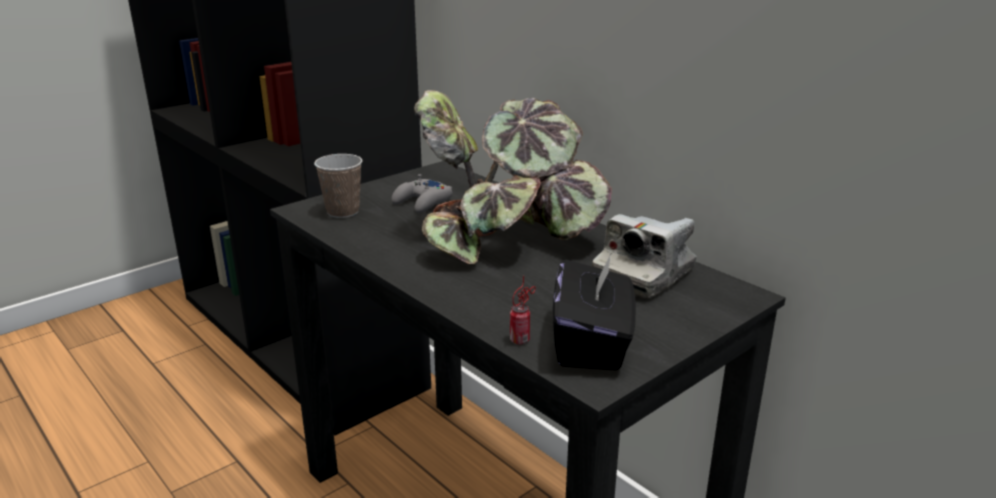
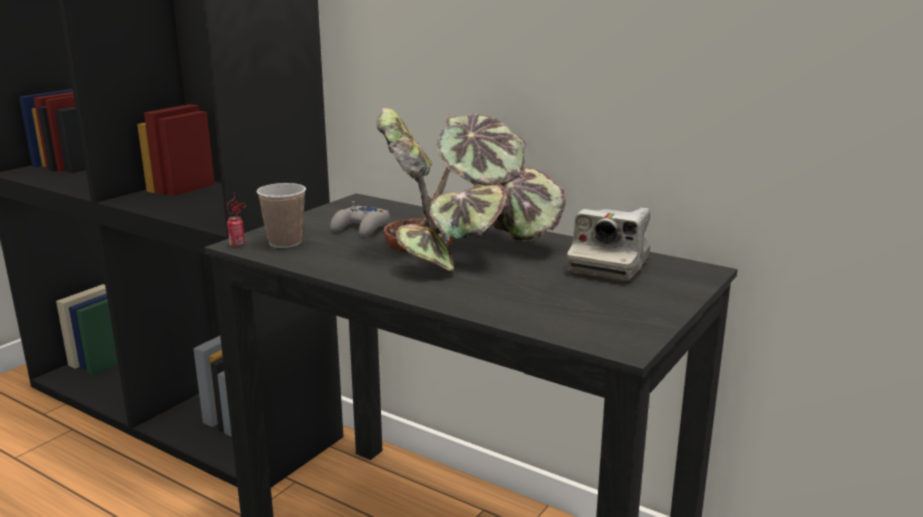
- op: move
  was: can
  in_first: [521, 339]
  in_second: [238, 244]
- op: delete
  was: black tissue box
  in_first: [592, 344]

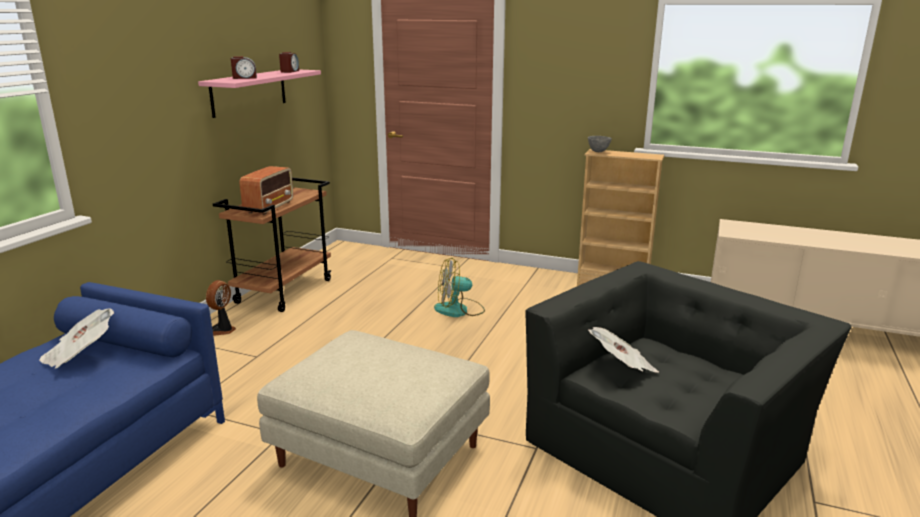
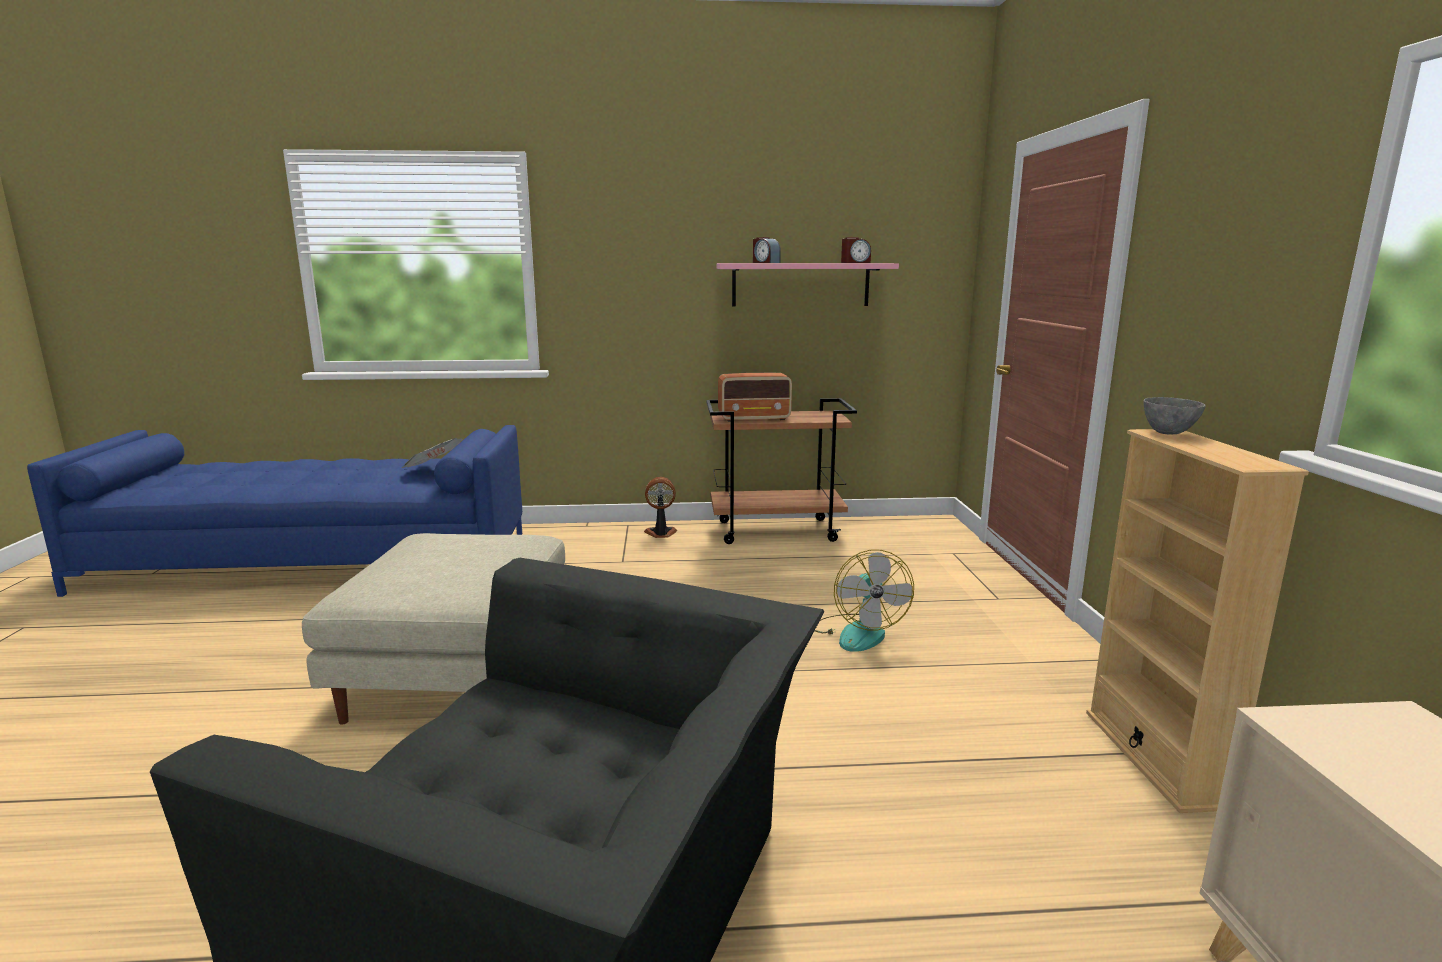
- op: rotate
  was: fan
  in_first: [459, 310]
  in_second: [857, 632]
  clockwise: -150
- op: delete
  was: newspaper
  in_first: [621, 366]

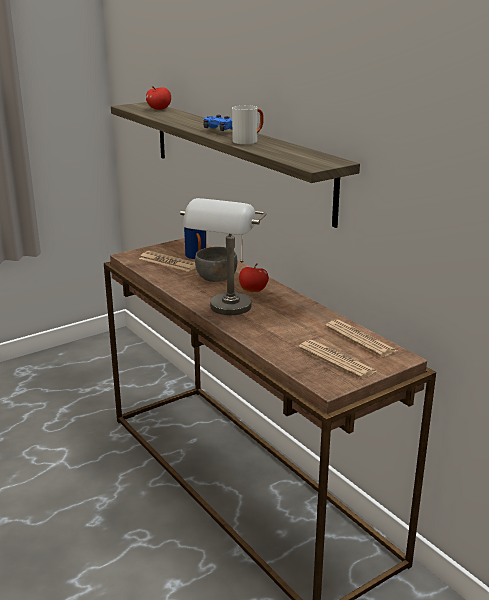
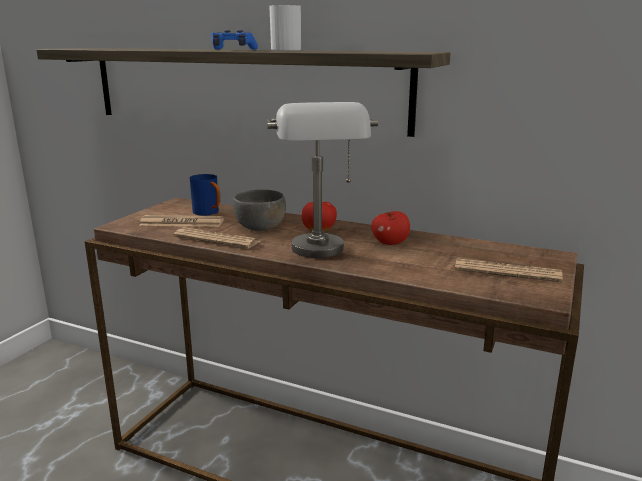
- op: move
  was: apple
  in_first: [159, 109]
  in_second: [390, 243]
- op: move
  was: newspaper
  in_first: [360, 339]
  in_second: [216, 239]

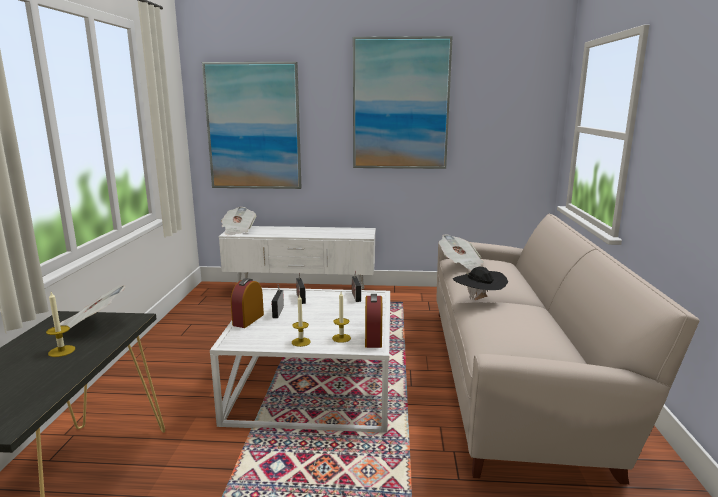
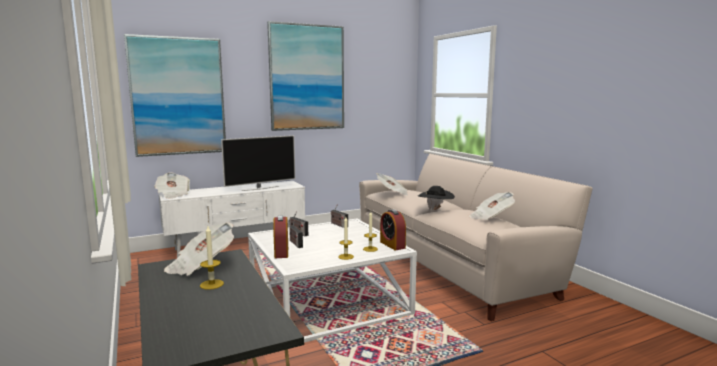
- op: insert
  now: television
  in_second: [260, 188]
- op: insert
  now: newspaper
  in_second: [490, 217]

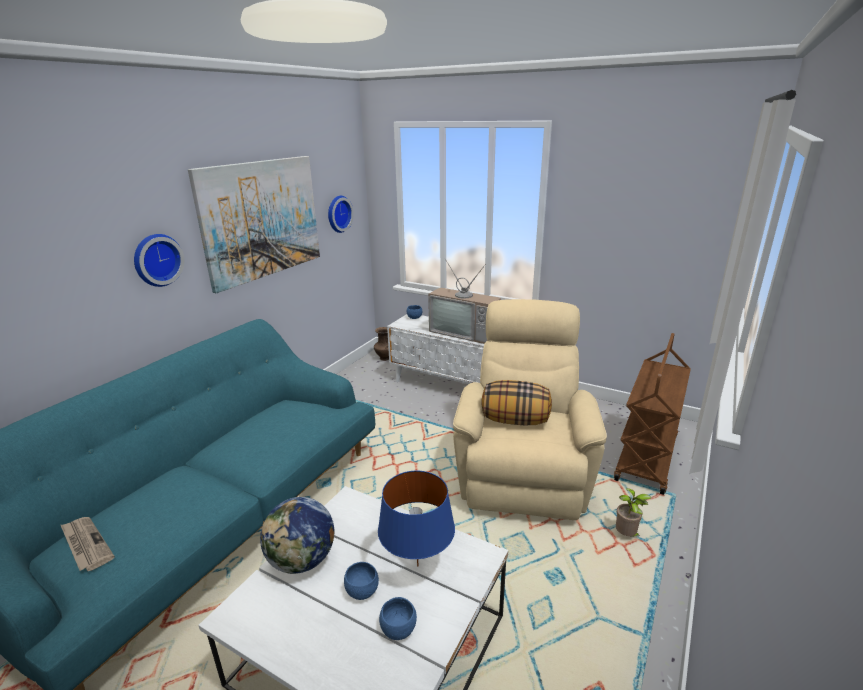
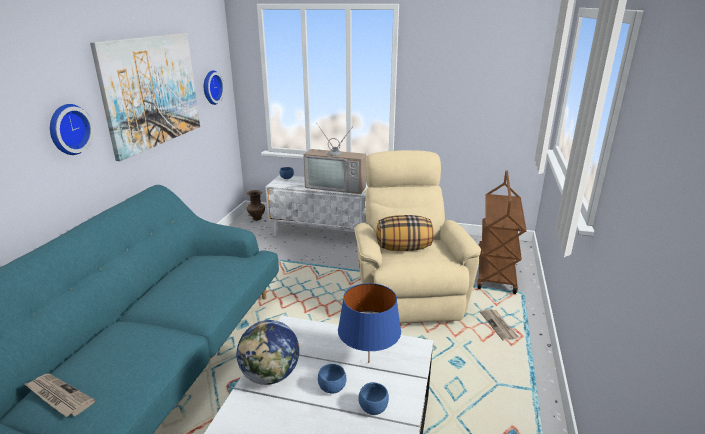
- op: replace
  was: potted plant
  now: newspaper
  in_first: [626, 536]
  in_second: [499, 326]

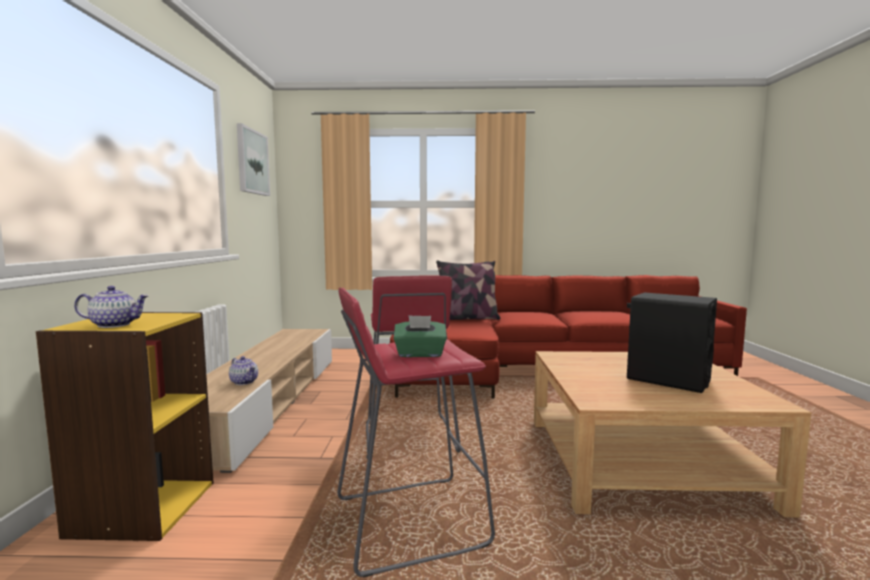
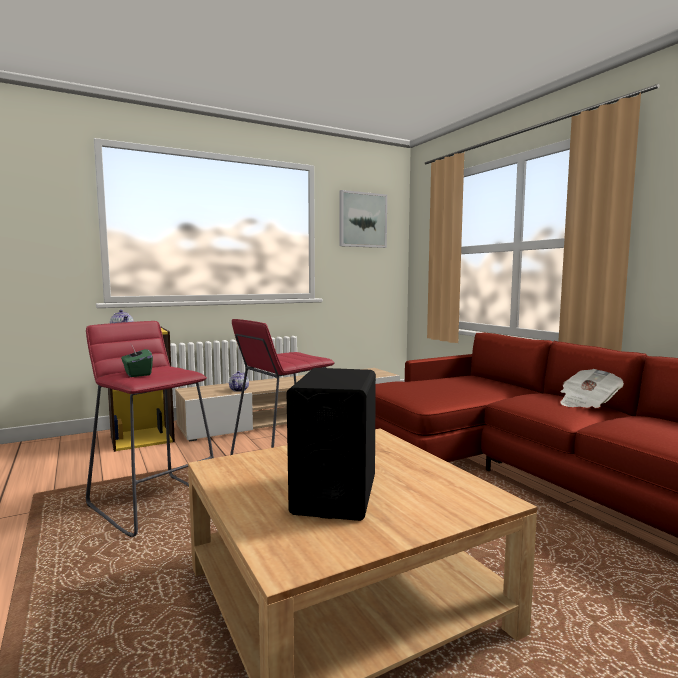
- op: delete
  was: pillow
  in_first: [467, 319]
- op: insert
  now: newspaper
  in_second: [587, 403]

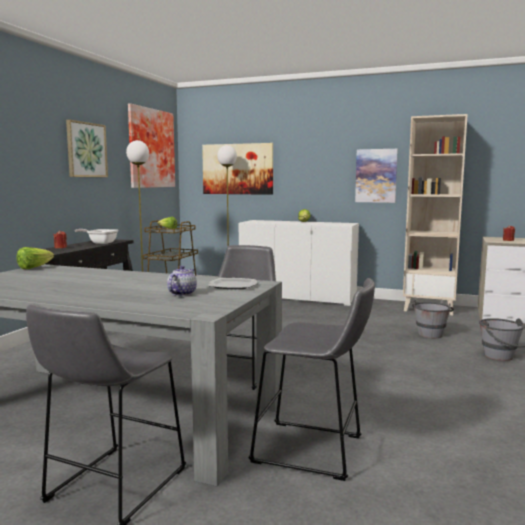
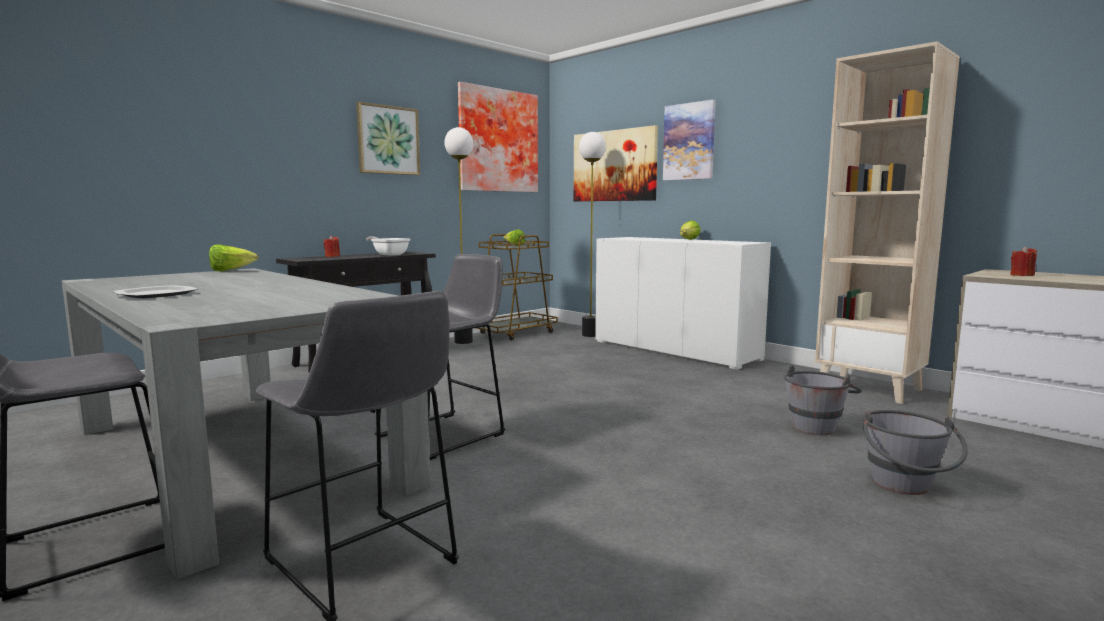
- op: delete
  was: teapot
  in_first: [182, 293]
- op: move
  was: plate
  in_first: [232, 285]
  in_second: [156, 294]
- op: move
  was: picture
  in_first: [376, 175]
  in_second: [689, 141]

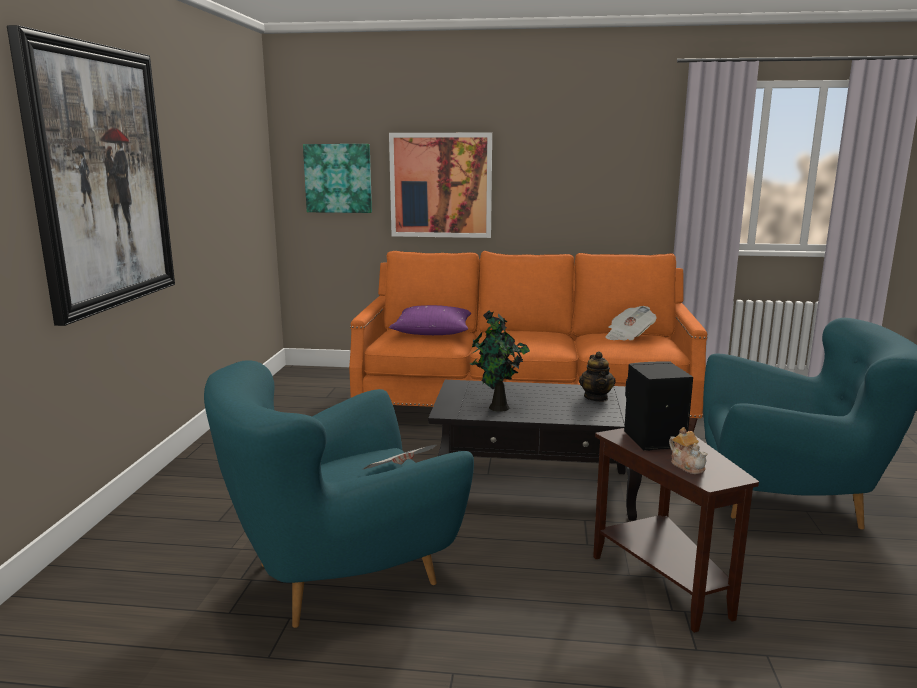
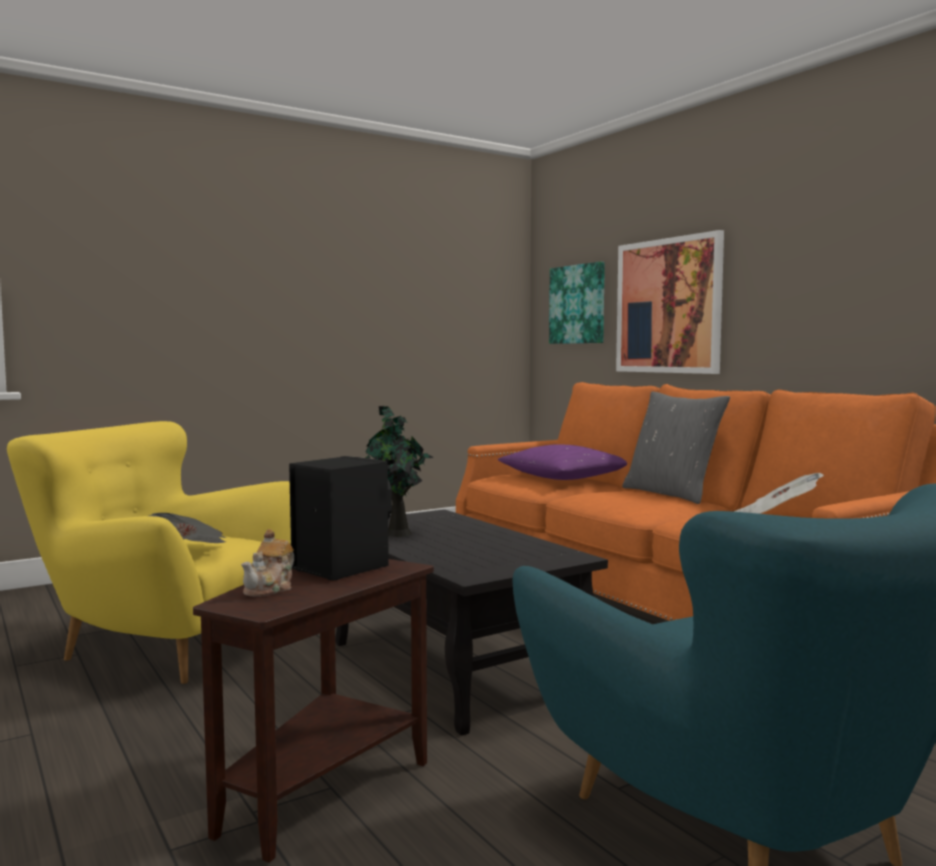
- op: delete
  was: picture
  in_first: [101, 178]
- op: recolor
  was: turquoise armchair
  now: yellow armchair
  in_first: [341, 574]
  in_second: [163, 648]
- op: delete
  was: teapot
  in_first: [596, 398]
- op: insert
  now: grey pillow
  in_second: [672, 494]

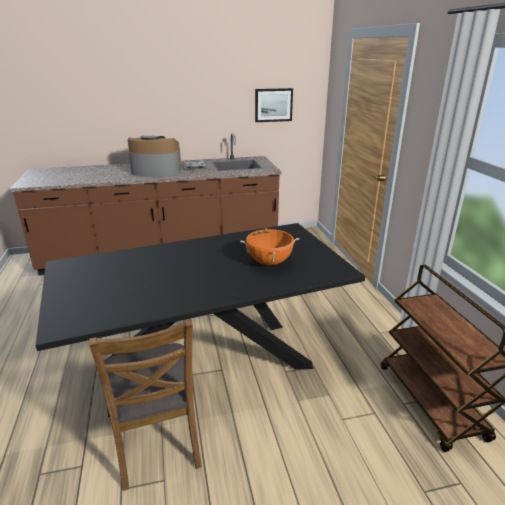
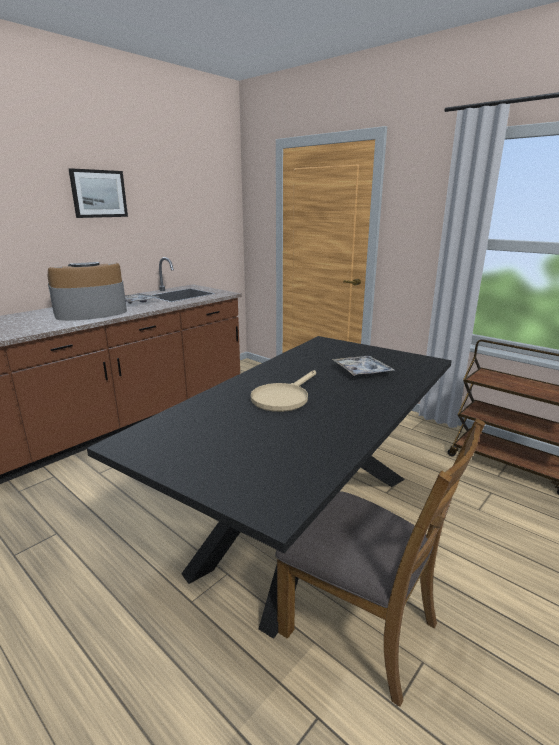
- op: replace
  was: orange cooking pot
  now: tray
  in_first: [269, 262]
  in_second: [362, 371]
- op: move
  was: picture
  in_first: [273, 105]
  in_second: [98, 194]
- op: insert
  now: beige frying pan
  in_second: [283, 397]

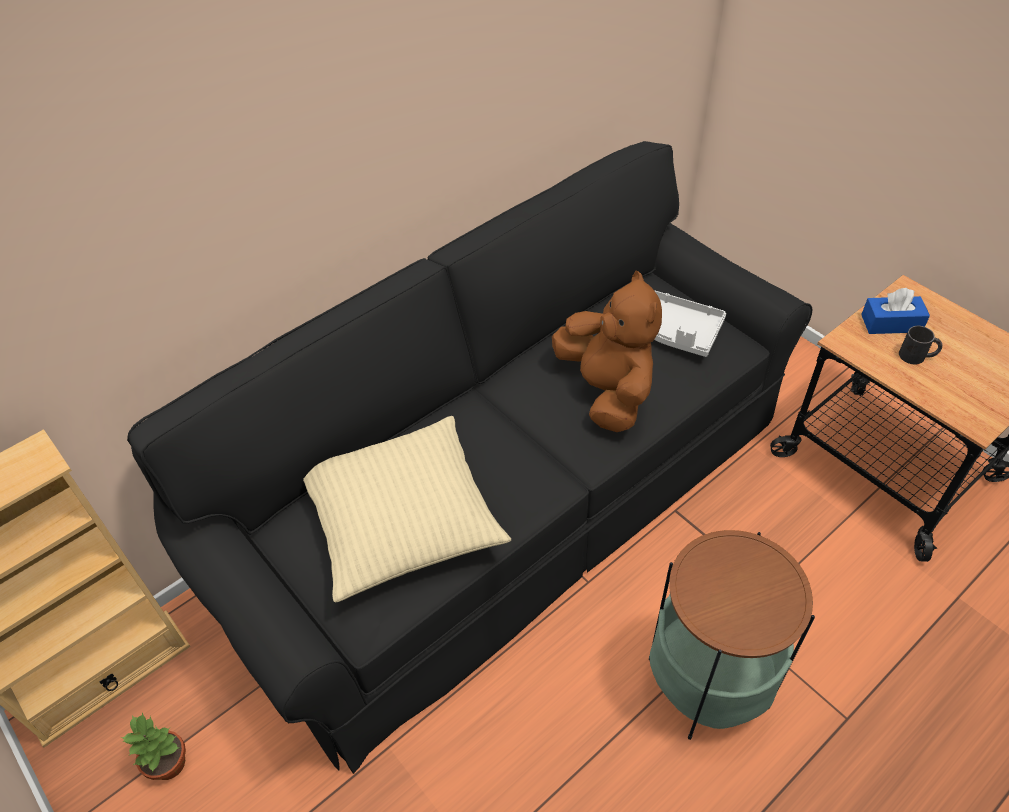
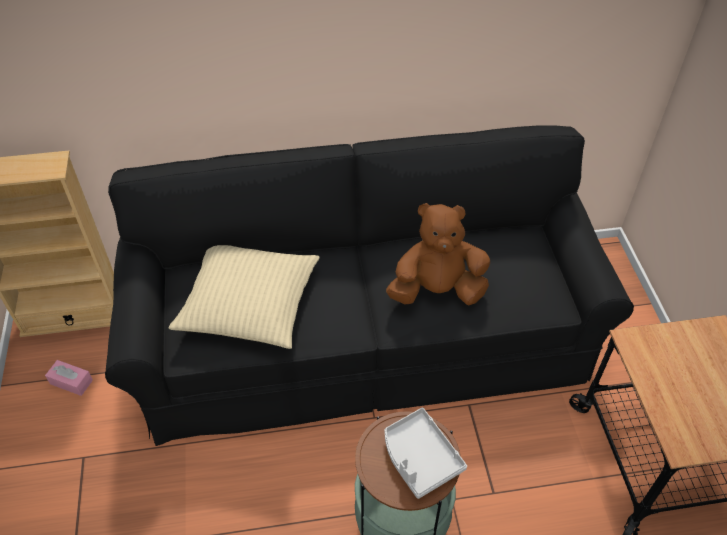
- op: replace
  was: potted plant
  now: pink tissue box
  in_first: [170, 763]
  in_second: [71, 382]
- op: rotate
  was: brown plush toy
  in_first: [607, 391]
  in_second: [437, 291]
  clockwise: -105
- op: move
  was: grey tray
  in_first: [677, 332]
  in_second: [420, 458]
- op: delete
  was: blue tissue box
  in_first: [891, 323]
- op: delete
  was: black mug
  in_first: [917, 356]

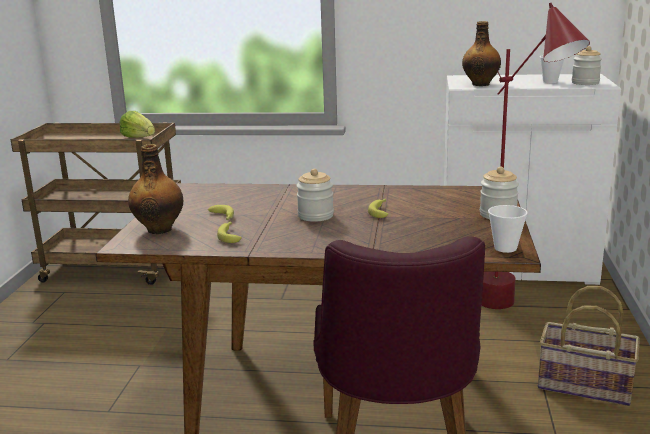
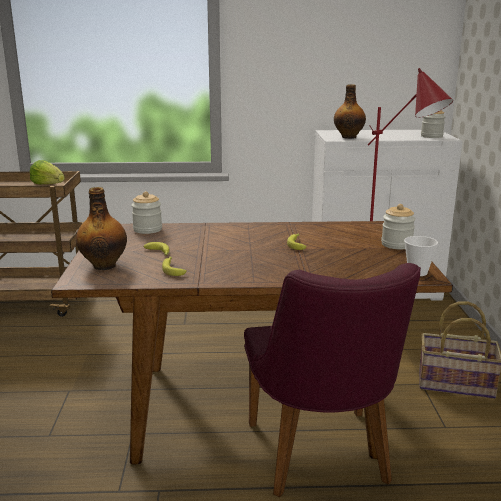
- op: move
  was: jar
  in_first: [315, 216]
  in_second: [147, 229]
- op: delete
  was: cup
  in_first: [550, 82]

